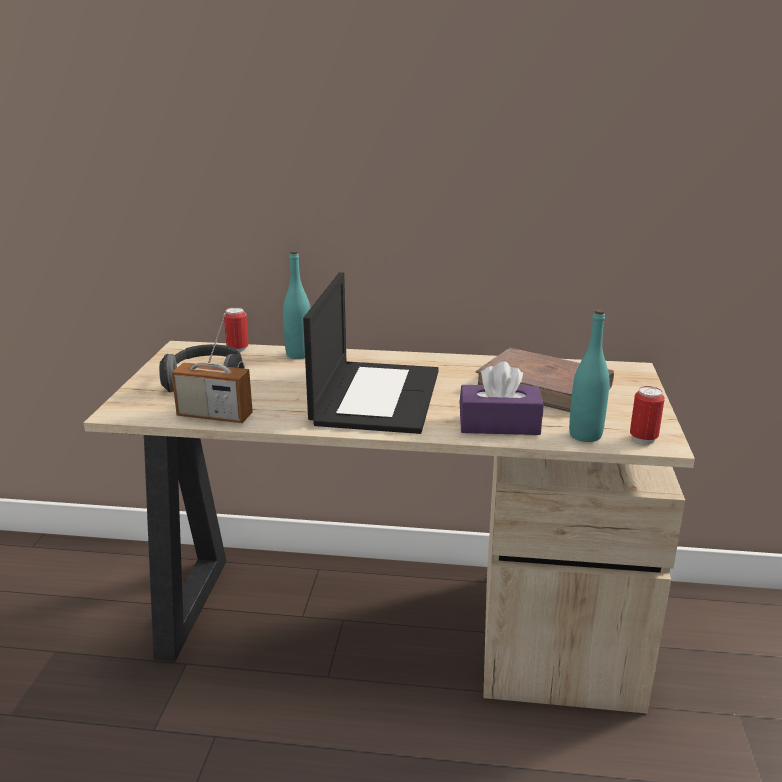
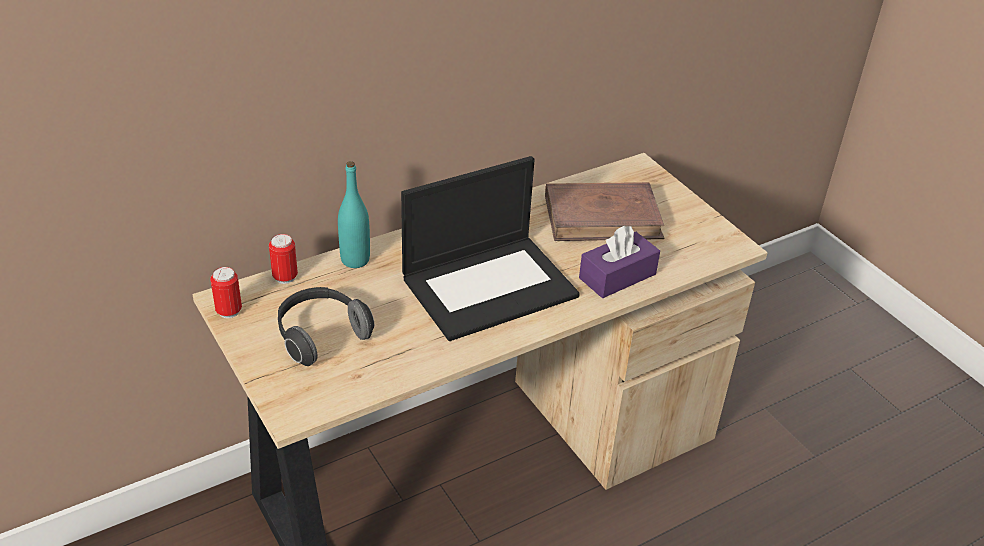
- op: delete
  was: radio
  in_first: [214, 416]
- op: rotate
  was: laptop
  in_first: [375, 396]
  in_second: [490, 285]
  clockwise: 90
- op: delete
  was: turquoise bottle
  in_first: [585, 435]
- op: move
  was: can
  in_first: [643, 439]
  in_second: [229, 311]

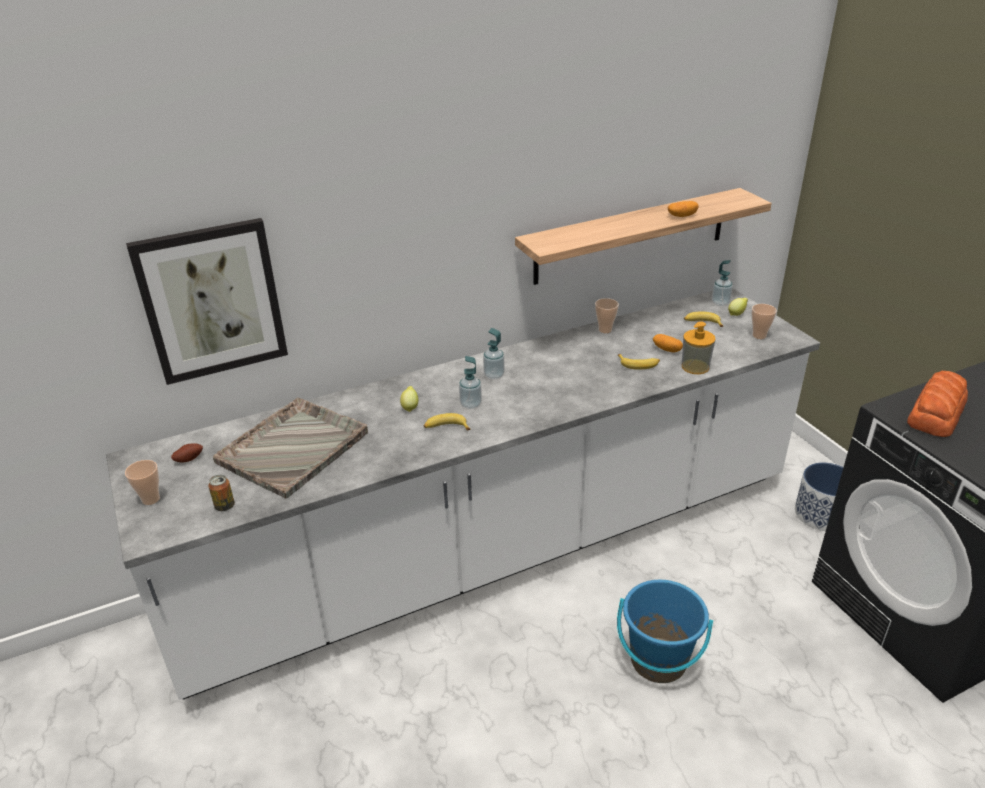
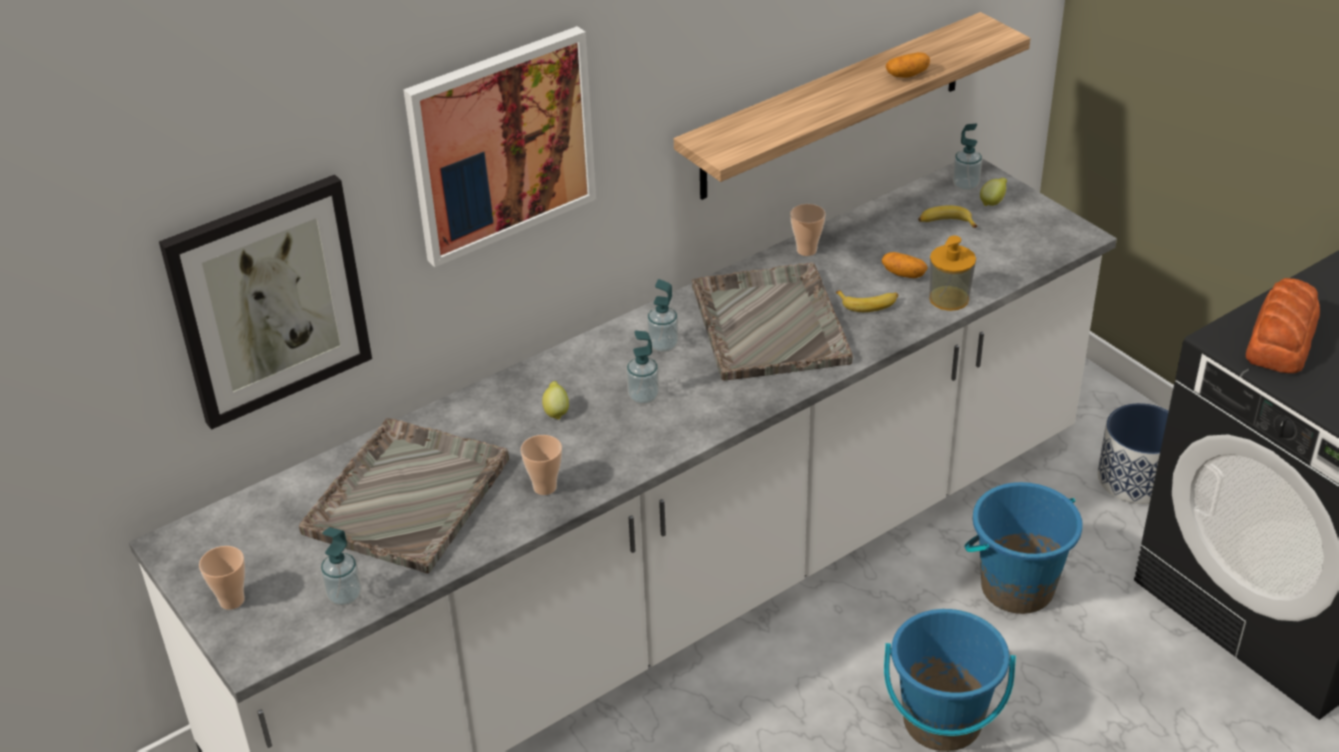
- op: delete
  was: potato
  in_first: [189, 459]
- op: replace
  was: can
  now: soap dispenser
  in_first: [224, 506]
  in_second: [344, 596]
- op: delete
  was: banana
  in_first: [446, 427]
- op: move
  was: cup
  in_first: [759, 335]
  in_second: [545, 487]
- op: insert
  now: picture
  in_second: [501, 144]
- op: insert
  now: grey tray
  in_second: [769, 323]
- op: insert
  now: blue bucket
  in_second: [1016, 587]

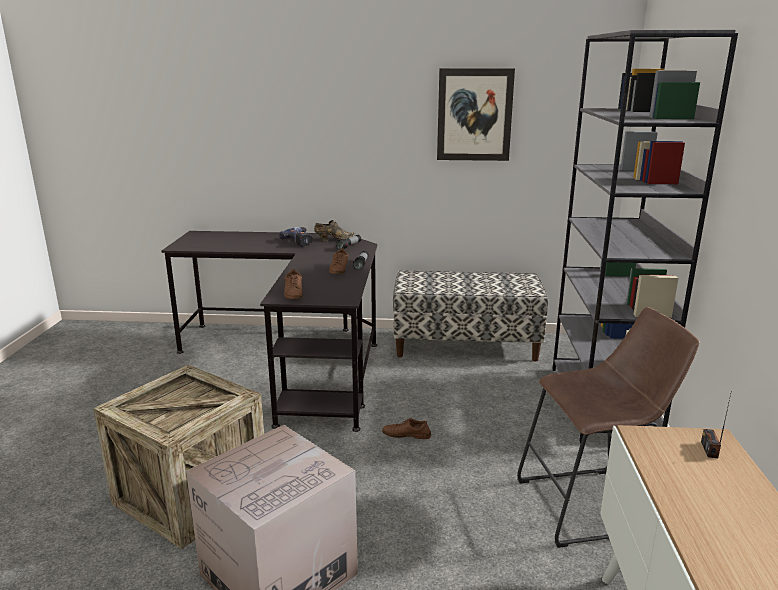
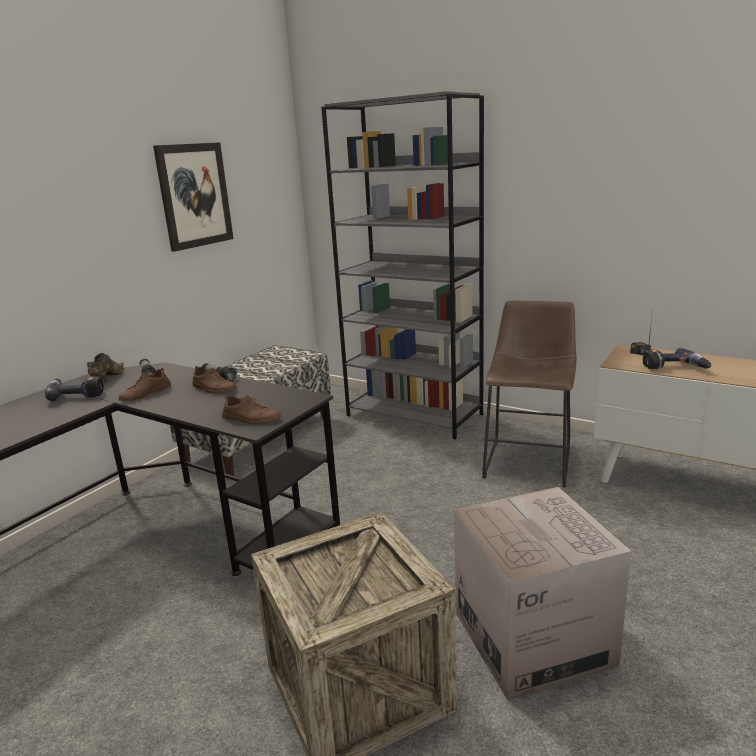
- op: move
  was: brown shoe
  in_first: [406, 434]
  in_second: [145, 393]
- op: insert
  now: power drill
  in_second: [674, 369]

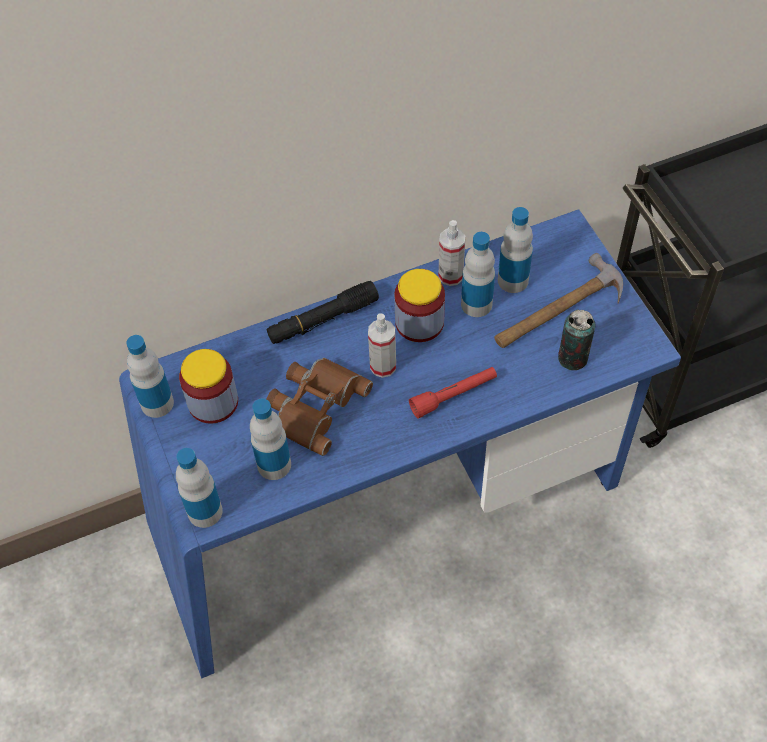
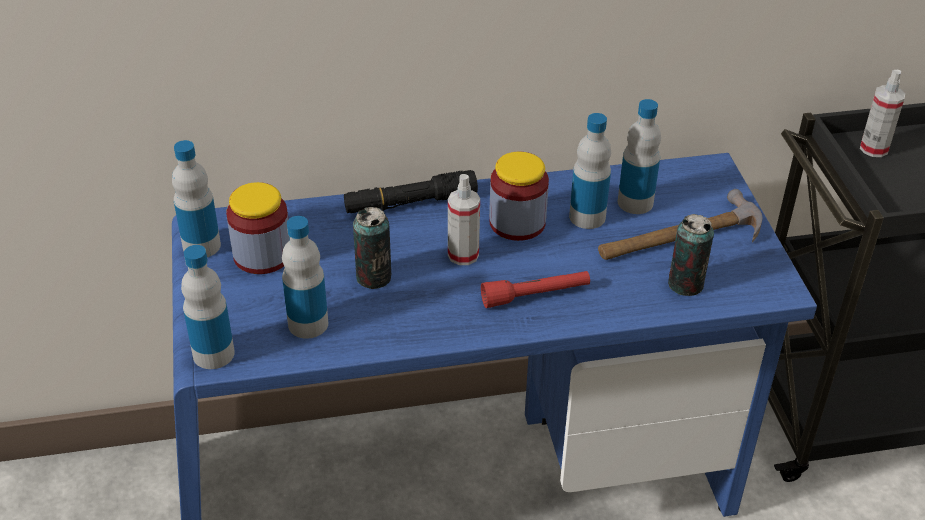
- op: replace
  was: brown binoculars
  now: can
  in_first: [314, 405]
  in_second: [373, 277]
- op: move
  was: spray bottle
  in_first: [450, 275]
  in_second: [874, 148]

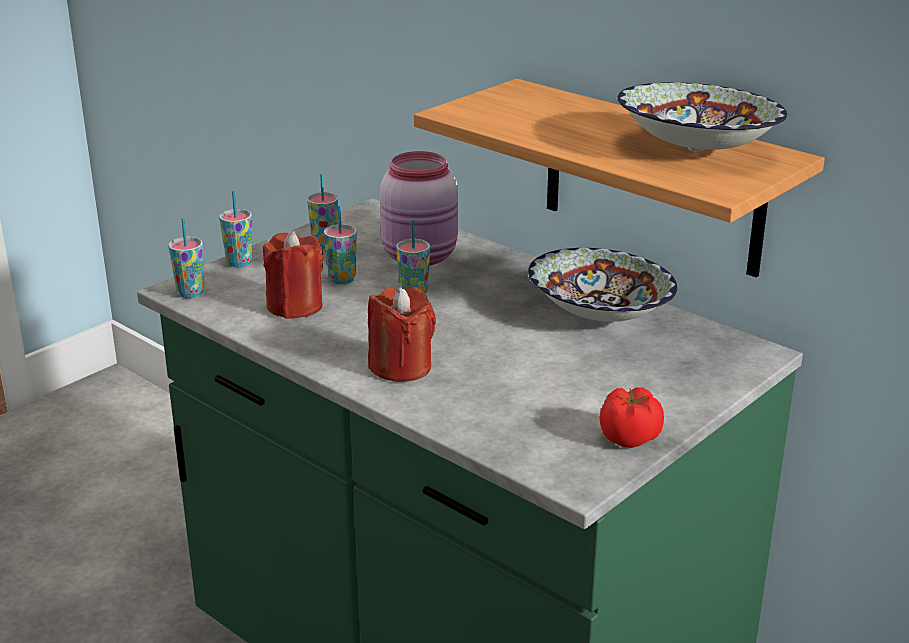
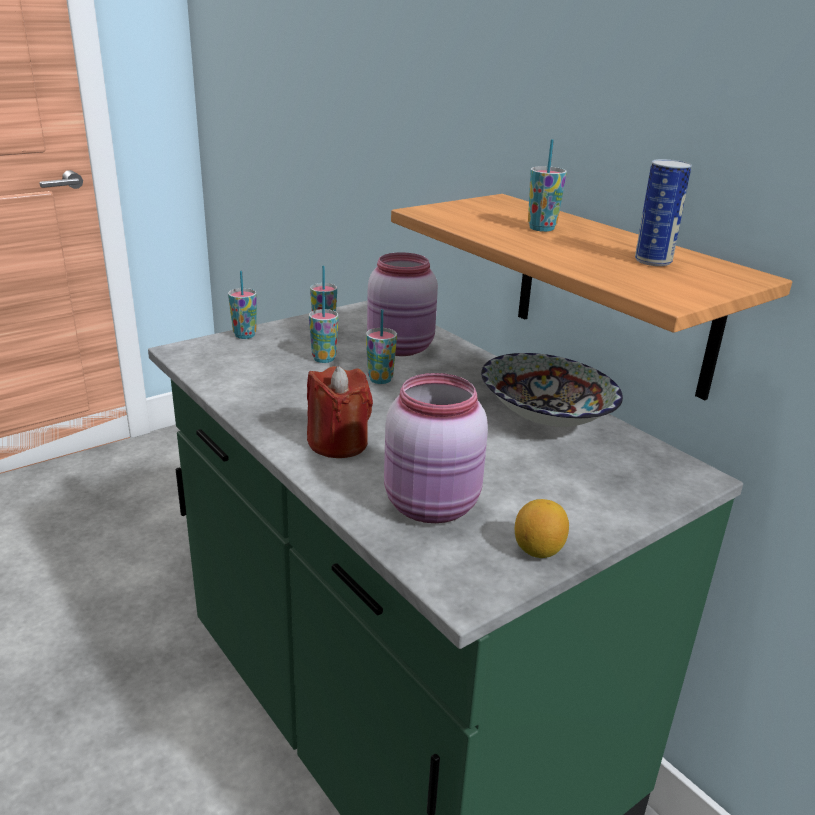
- op: move
  was: cup
  in_first: [190, 293]
  in_second: [541, 228]
- op: delete
  was: red candle
  in_first: [295, 306]
- op: replace
  was: tomato
  now: lemon
  in_first: [630, 438]
  in_second: [538, 550]
- op: replace
  was: bowl
  now: can
  in_first: [695, 150]
  in_second: [653, 261]
- op: insert
  now: pink jar
  in_second: [433, 506]

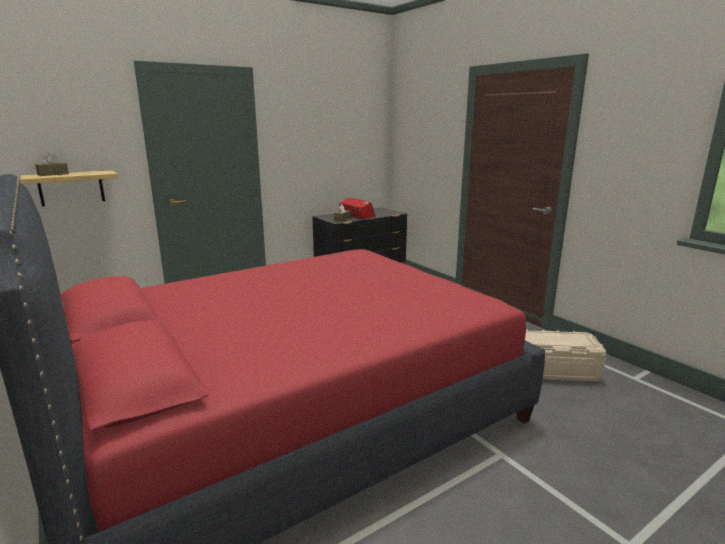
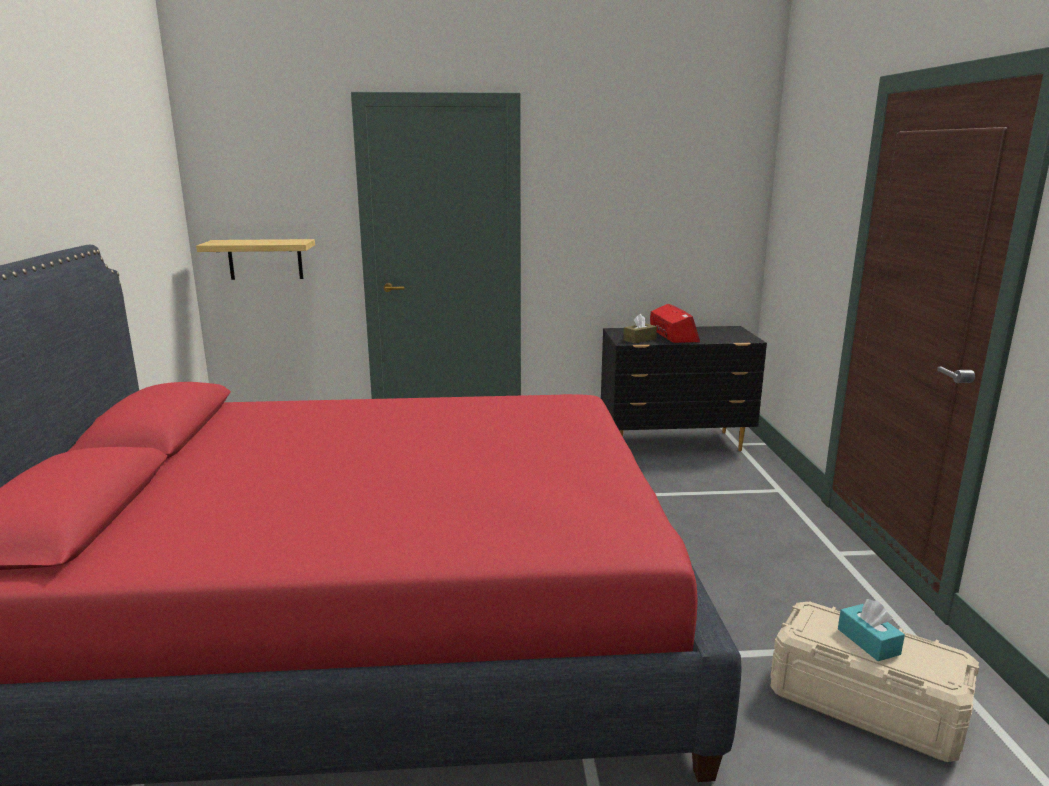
- op: delete
  was: brown tissue box
  in_first: [53, 174]
- op: insert
  now: turquoise tissue box
  in_second: [868, 641]

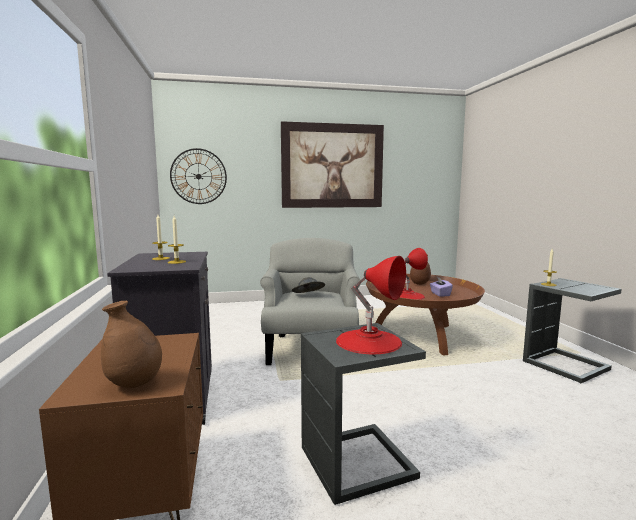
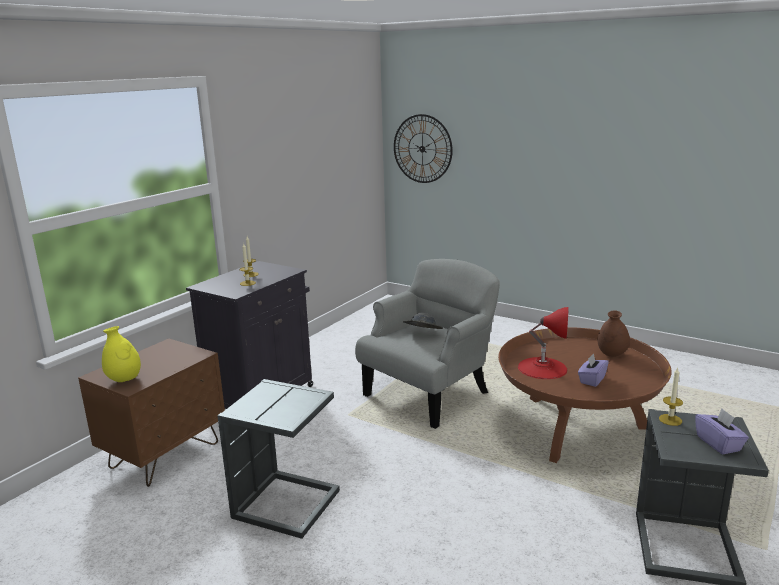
- op: recolor
  was: brown vase
  now: yellow vase
  in_first: [134, 384]
  in_second: [124, 380]
- op: delete
  was: picture
  in_first: [332, 166]
- op: delete
  was: red table lamp
  in_first: [369, 341]
- op: insert
  now: purple tissue box
  in_second: [718, 443]

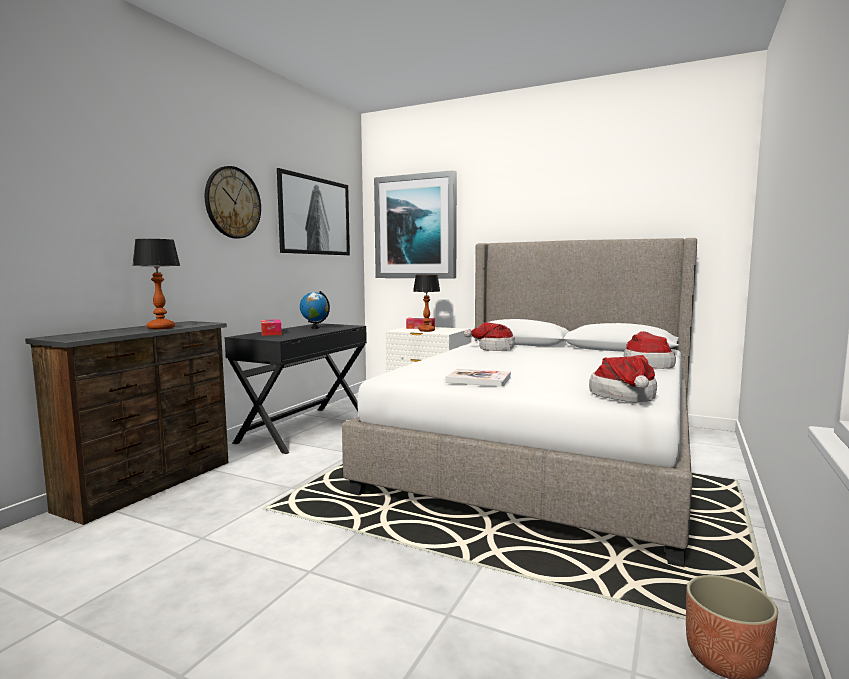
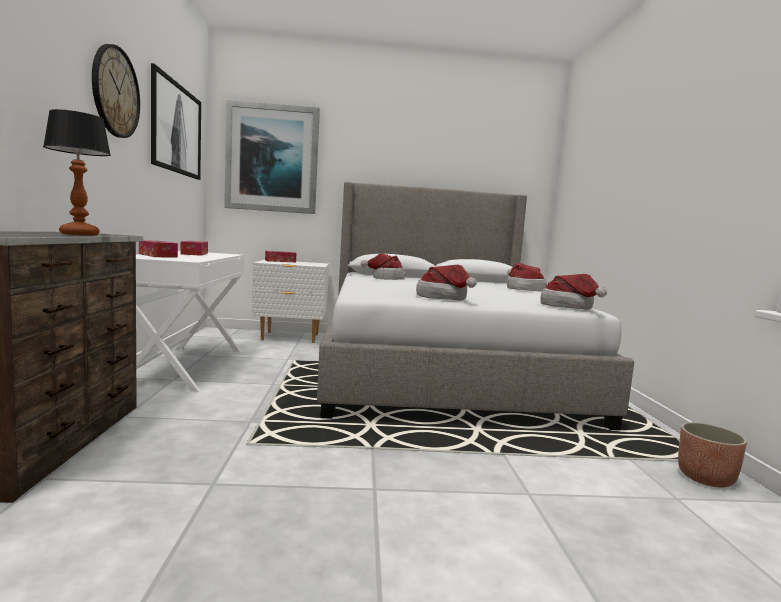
- op: recolor
  was: black desk
  now: white desk
  in_first: [304, 428]
  in_second: [185, 366]
- op: replace
  was: globe
  now: tissue box
  in_first: [315, 328]
  in_second: [194, 254]
- op: delete
  was: table lamp
  in_first: [427, 330]
- op: replace
  was: book
  now: hat
  in_first: [478, 380]
  in_second: [445, 298]

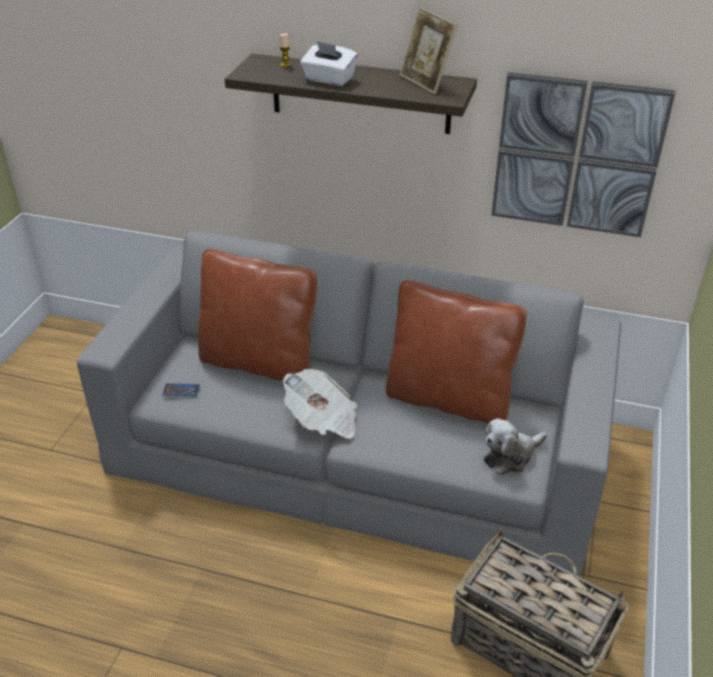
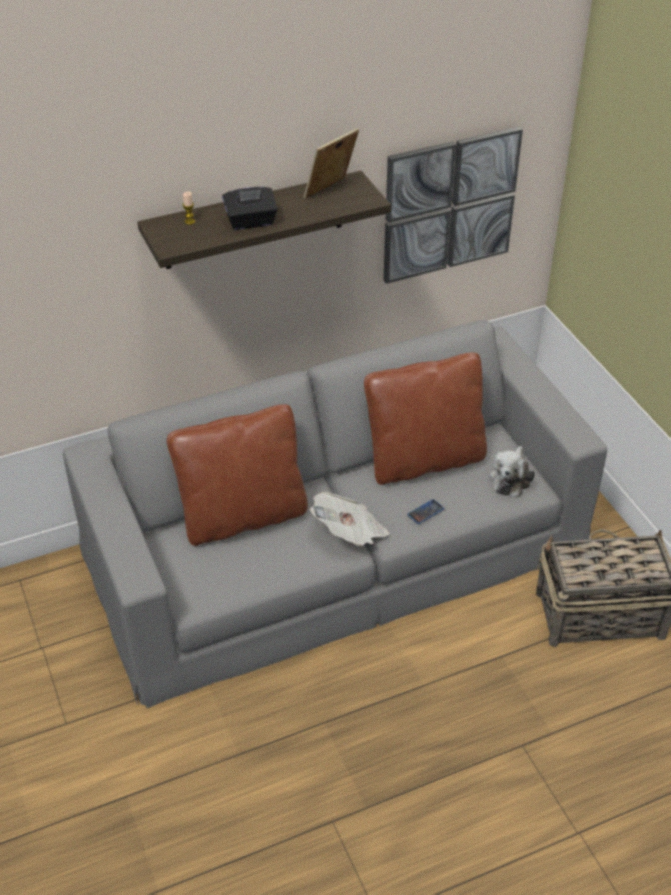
- op: move
  was: phone
  in_first: [181, 390]
  in_second: [425, 512]
- op: recolor
  was: white tissue box
  now: black tissue box
  in_first: [329, 80]
  in_second: [251, 222]
- op: rotate
  was: picture frame
  in_first: [425, 83]
  in_second: [330, 192]
  clockwise: 120

